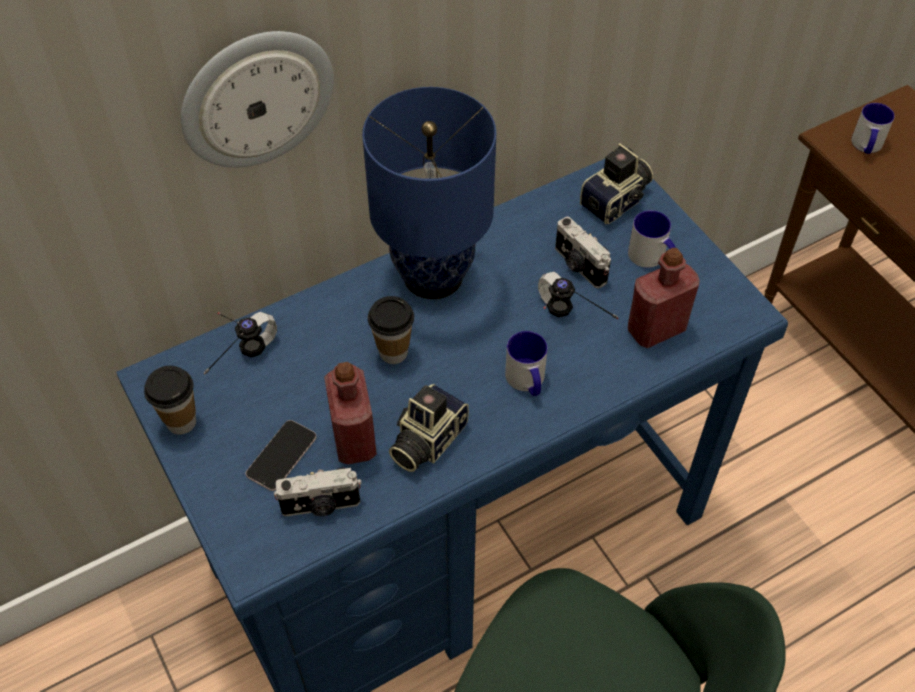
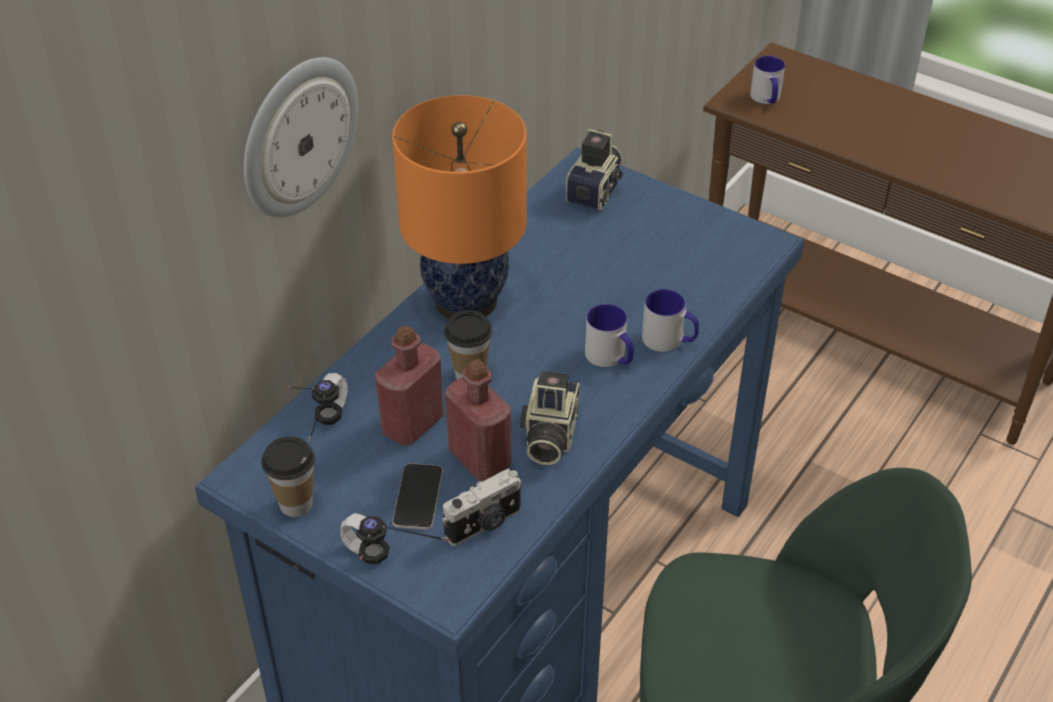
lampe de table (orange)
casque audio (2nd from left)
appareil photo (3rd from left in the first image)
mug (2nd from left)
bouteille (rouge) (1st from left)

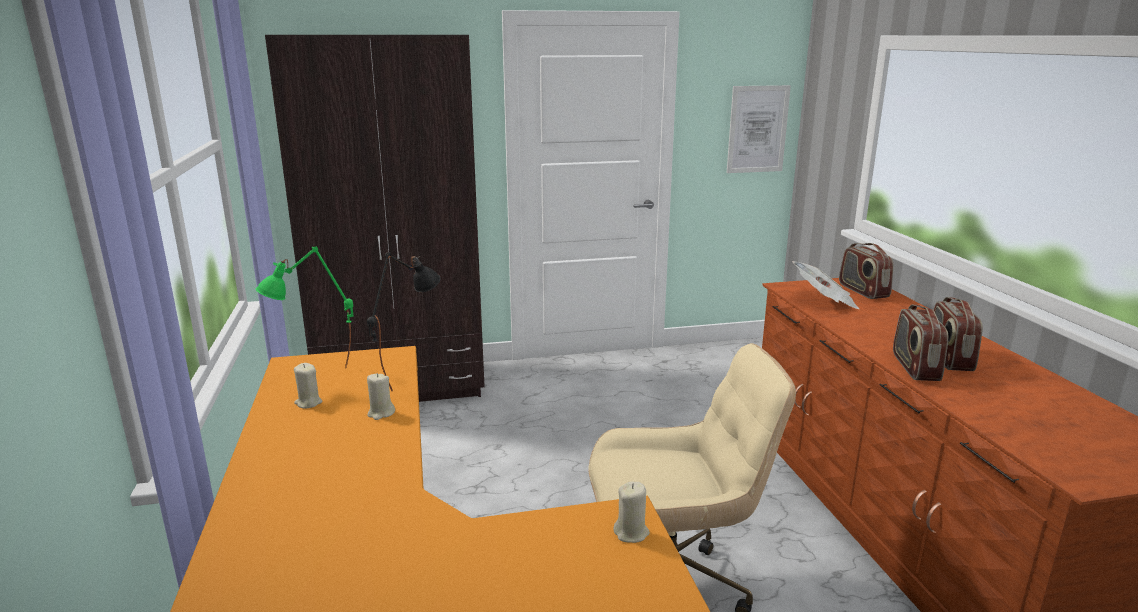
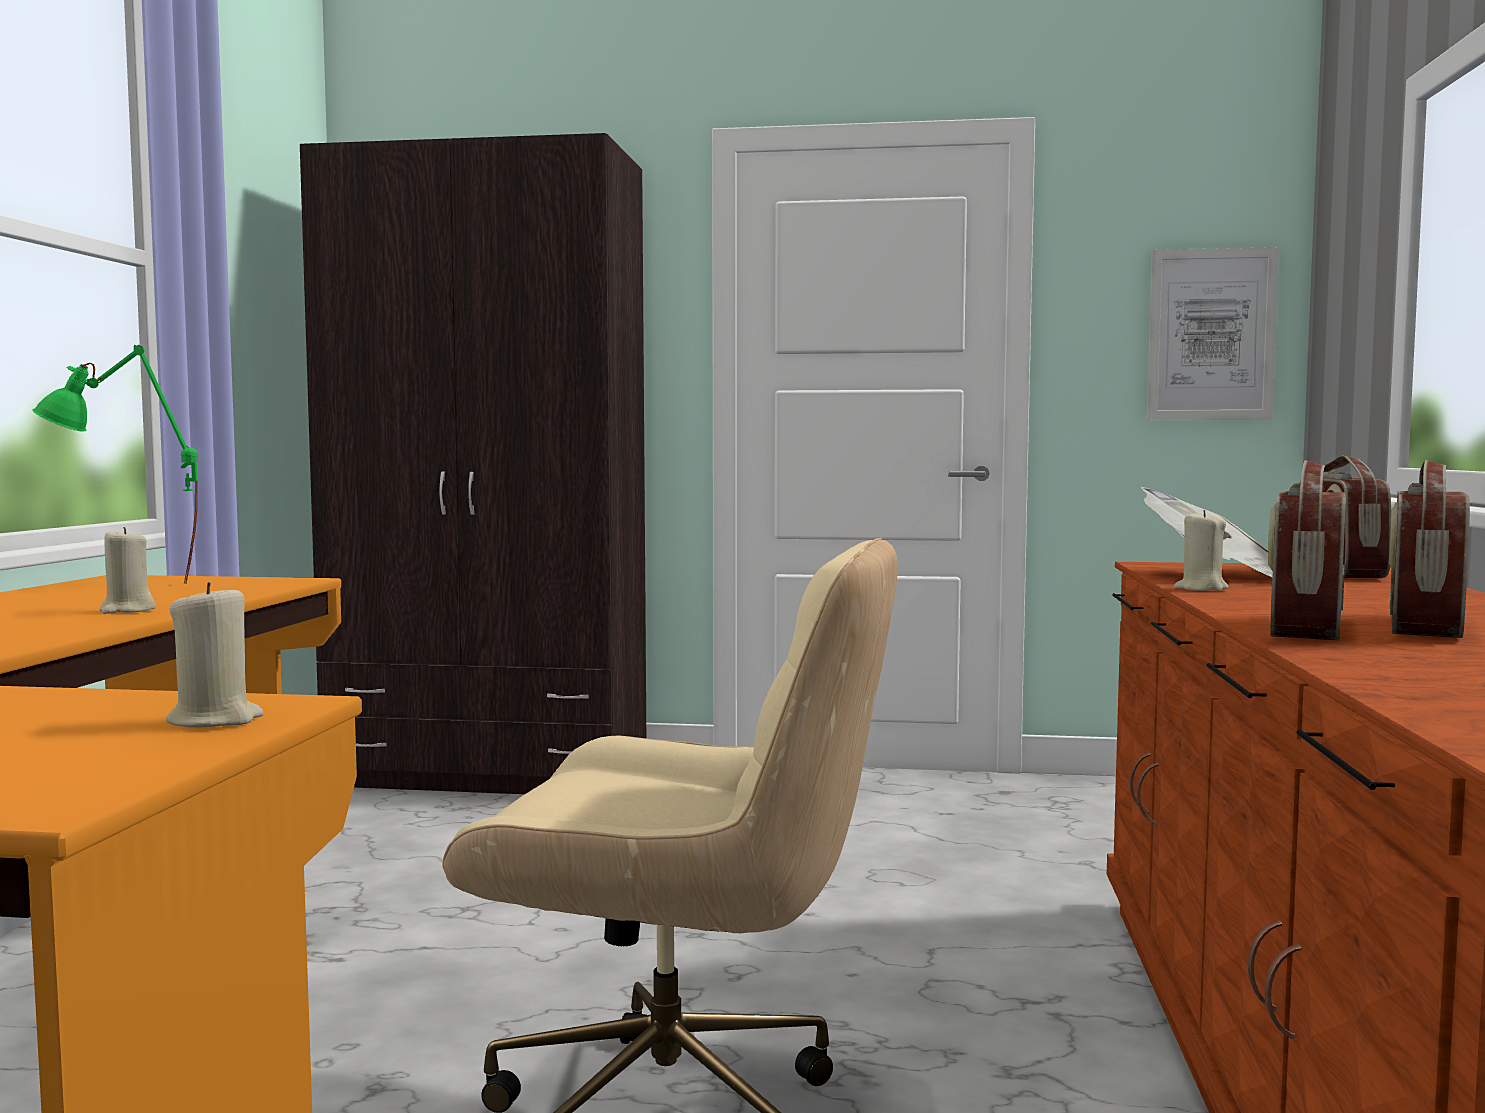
bougie (beige) (3rd from left)
lampe de table (noir)

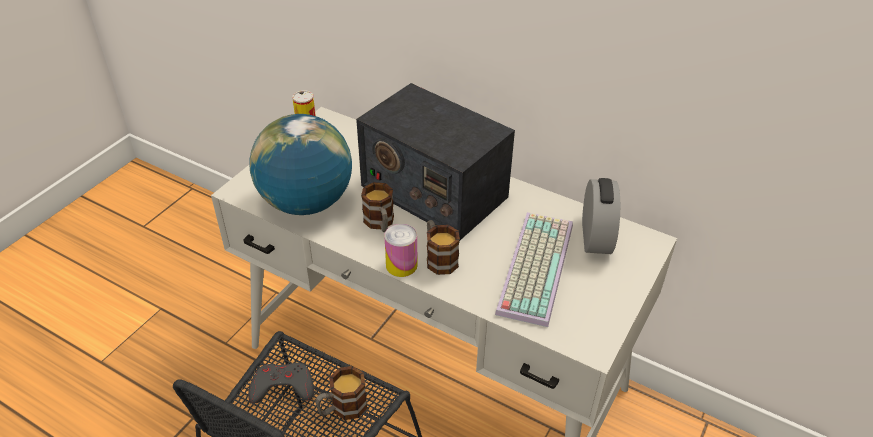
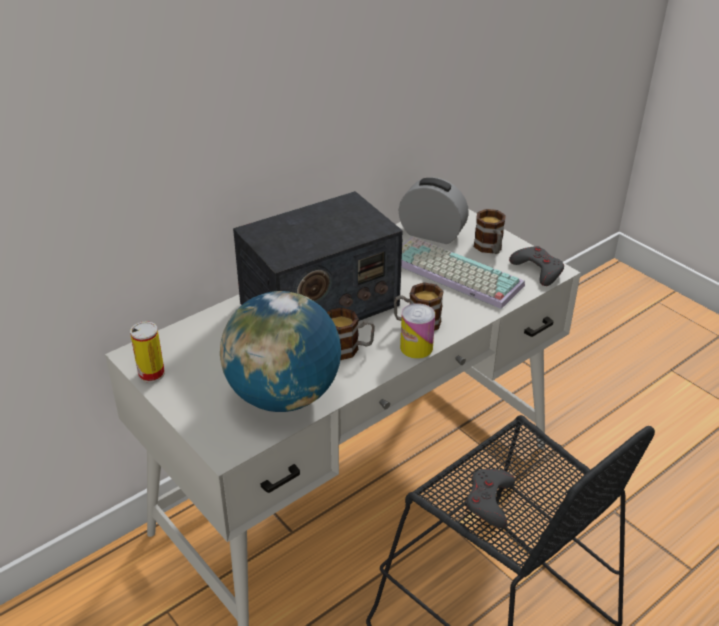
mug (3rd from left)
manette (gris) (2nd from left)

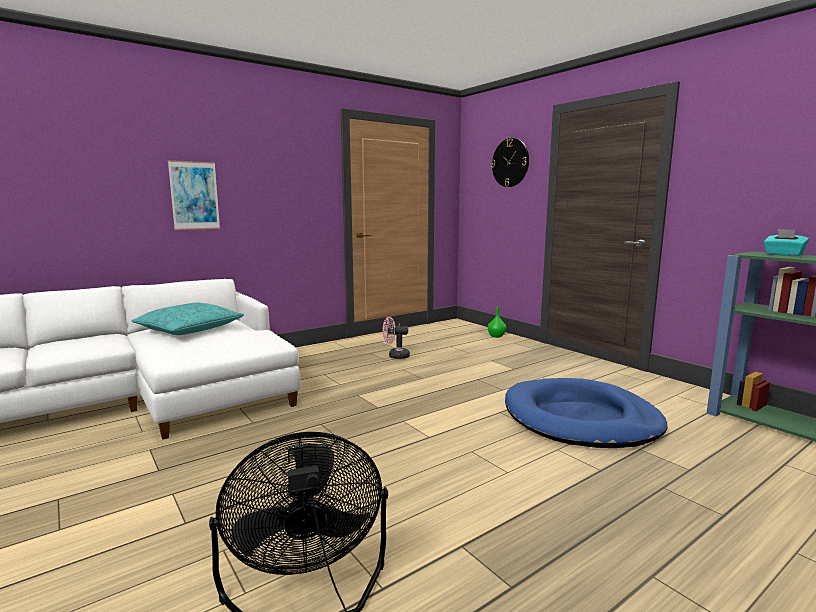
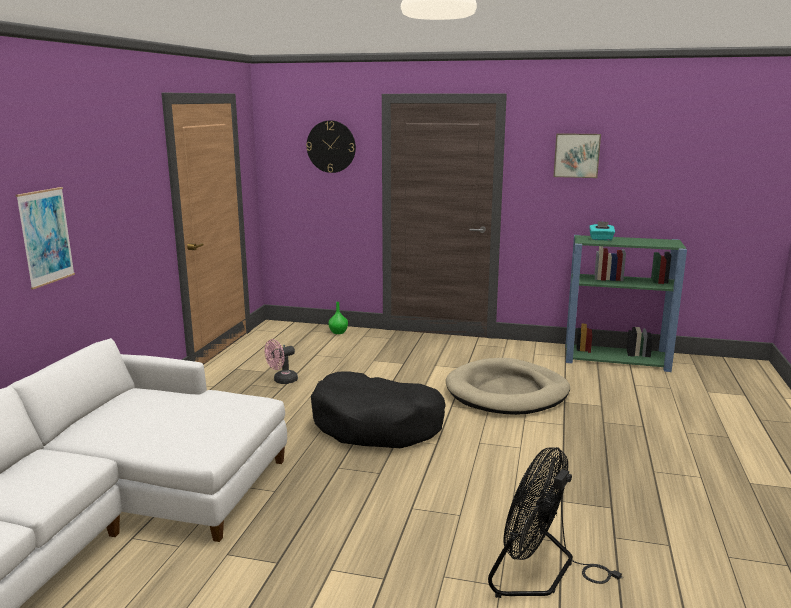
coussin (turquoise)
panier pour chien (beige)
panier pour chien (noir)
tableau (2nd from left)

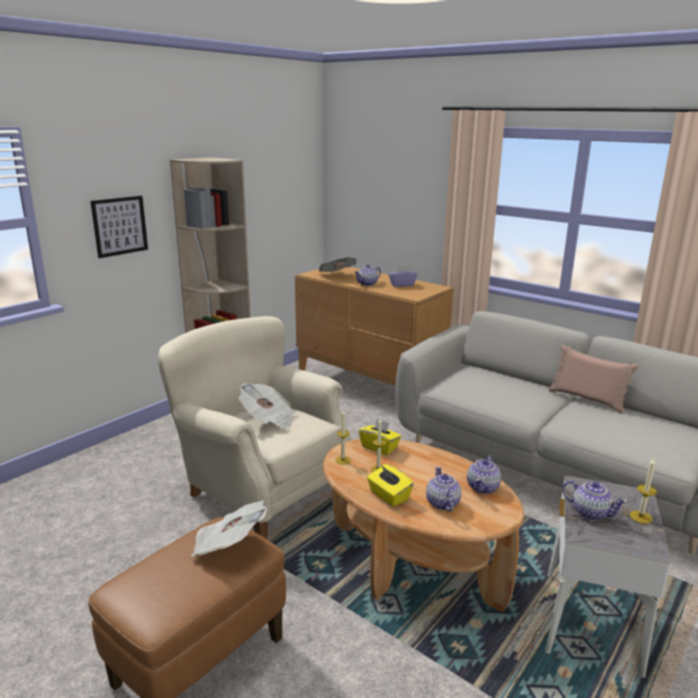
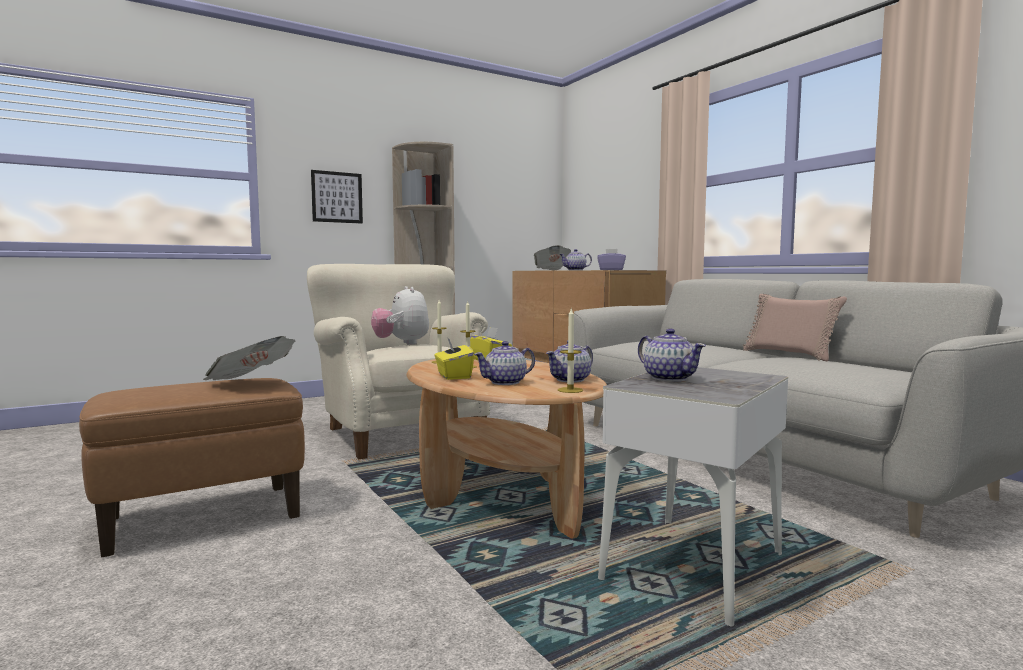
peluche
théière (1st from left)
bougie (3rd from left)

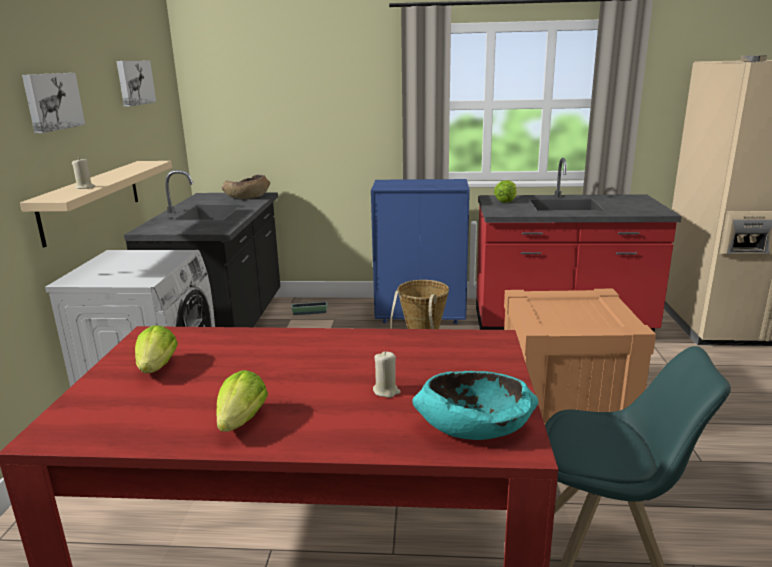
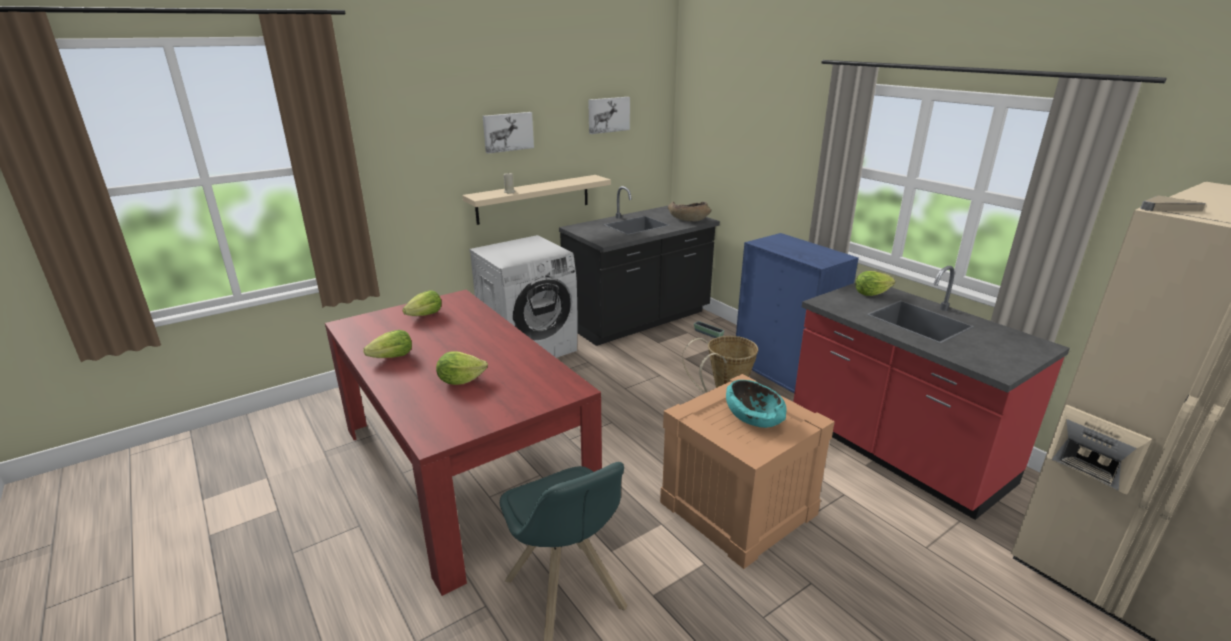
laitue (3rd from left)
bol (turquoise)

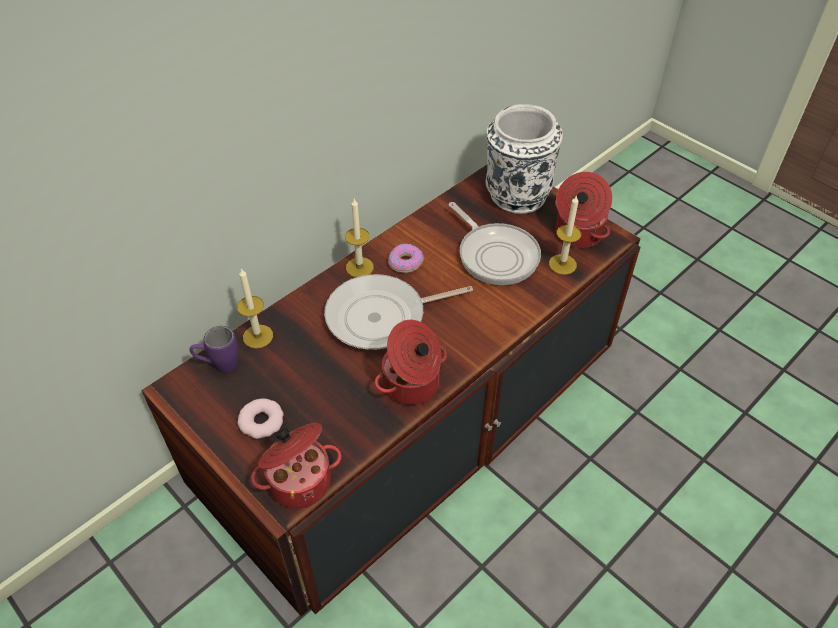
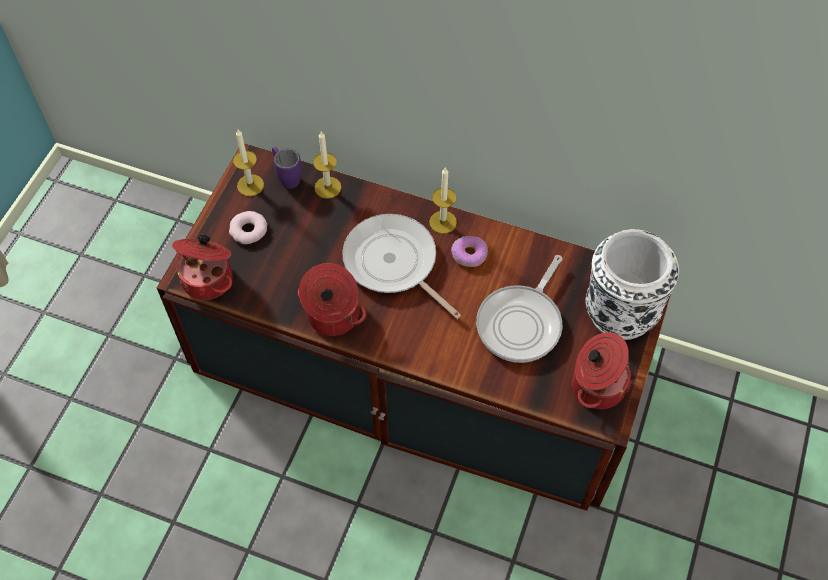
bougie (1st from left)

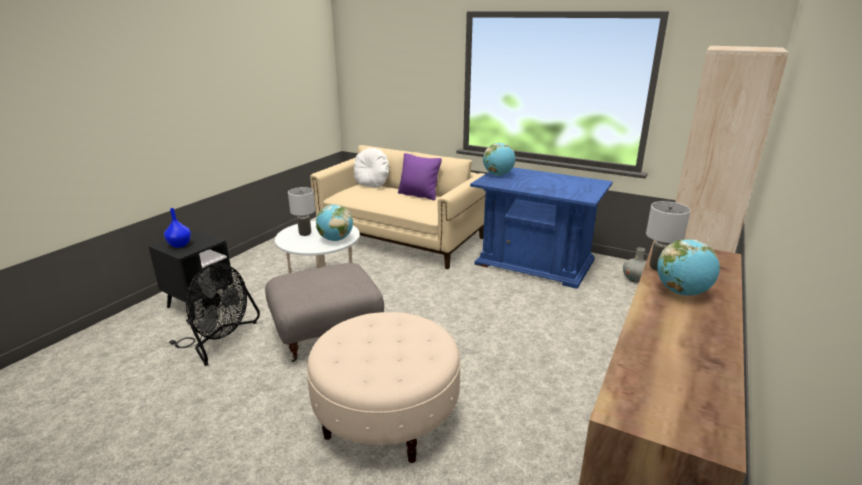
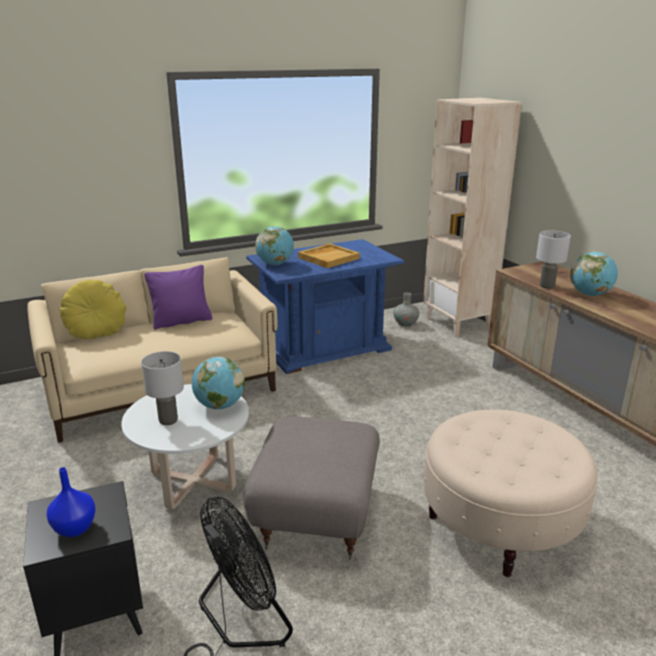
coussin (jaune)
plateau (beige)

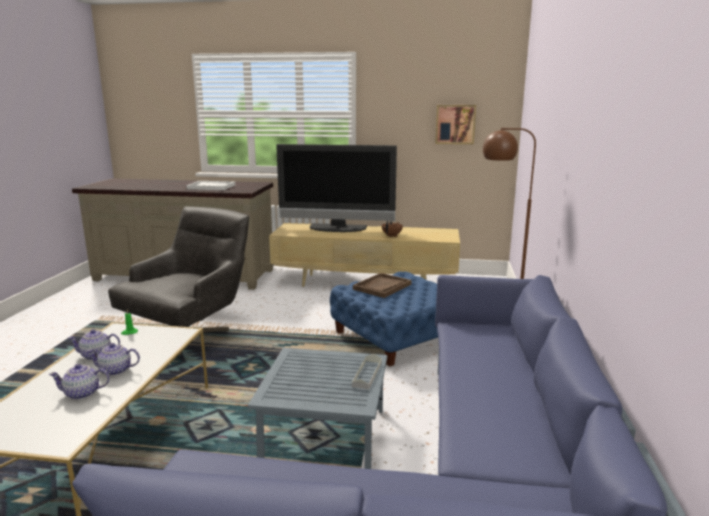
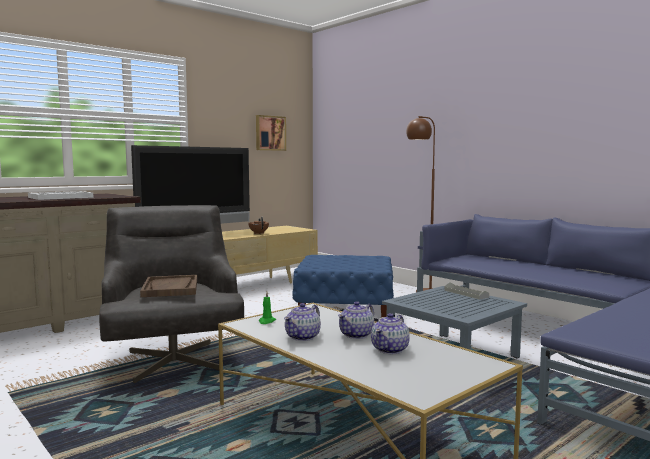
plateau (marron)

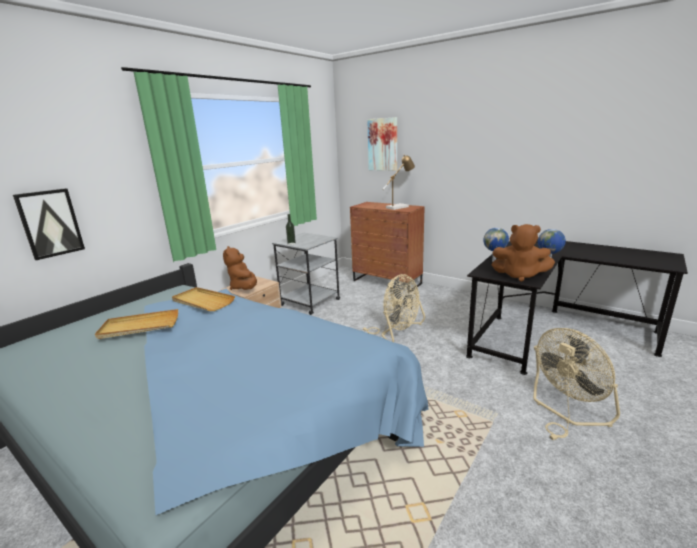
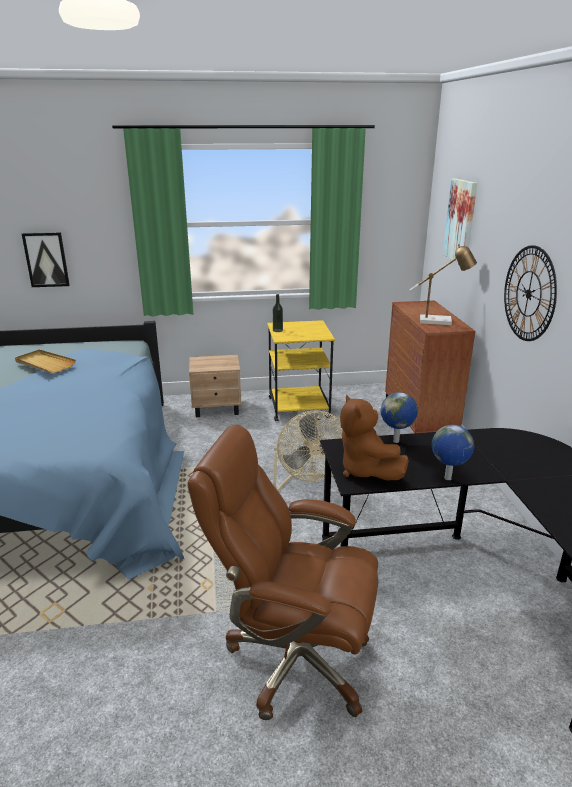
plateau (beige) (2nd from left in the first image)
peluche (marron) (1st from left in the first image)
chariot (jaune)
chaise de bureau (marron)
horloge murale

